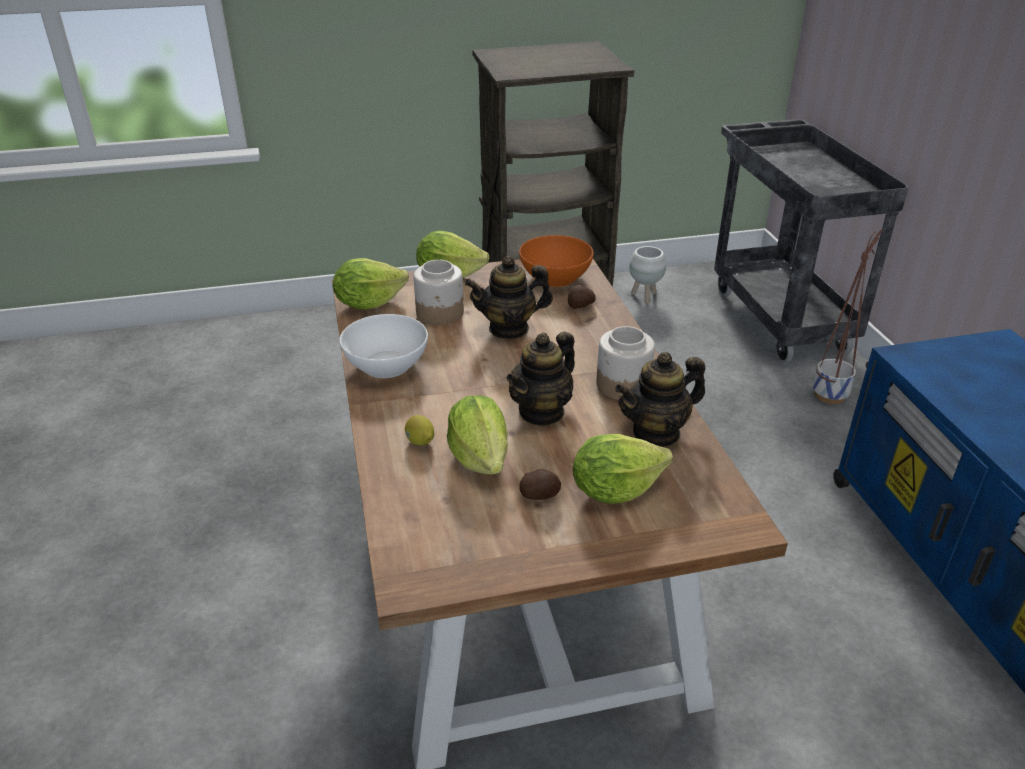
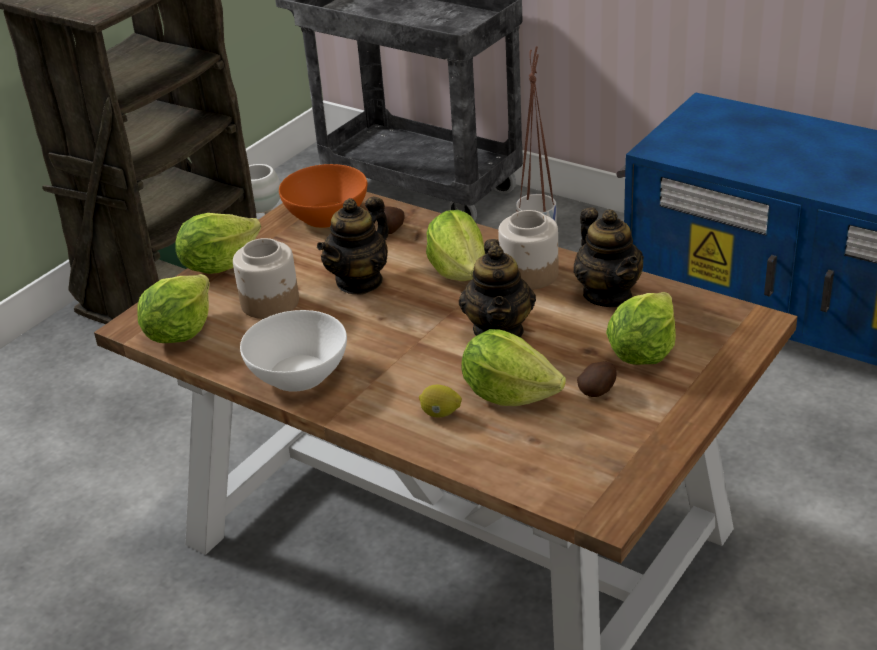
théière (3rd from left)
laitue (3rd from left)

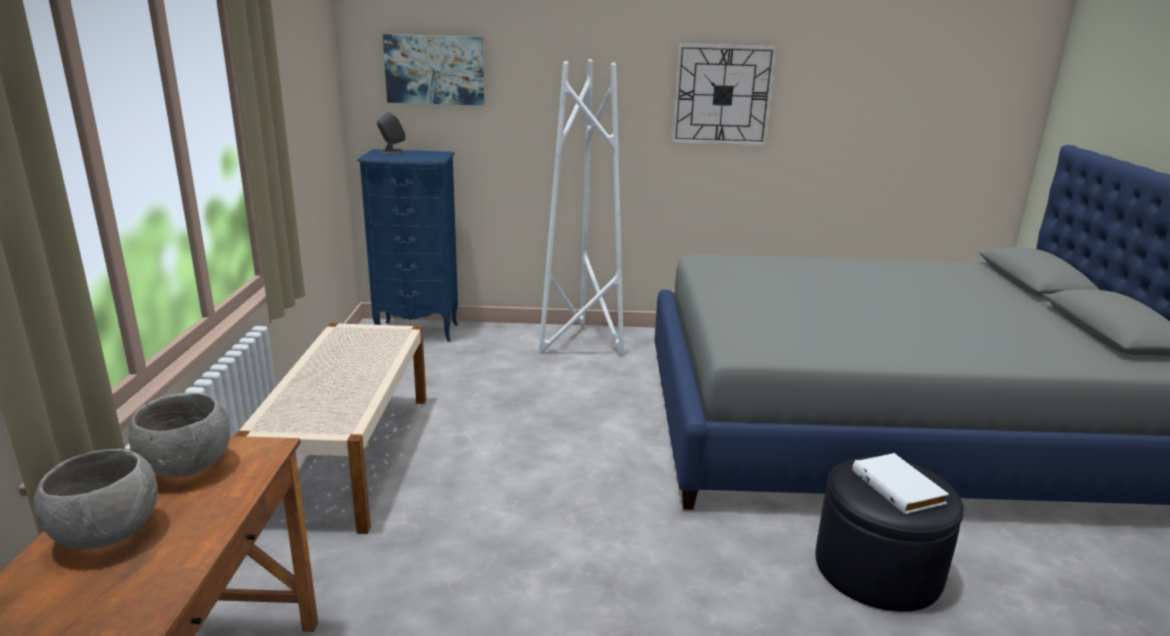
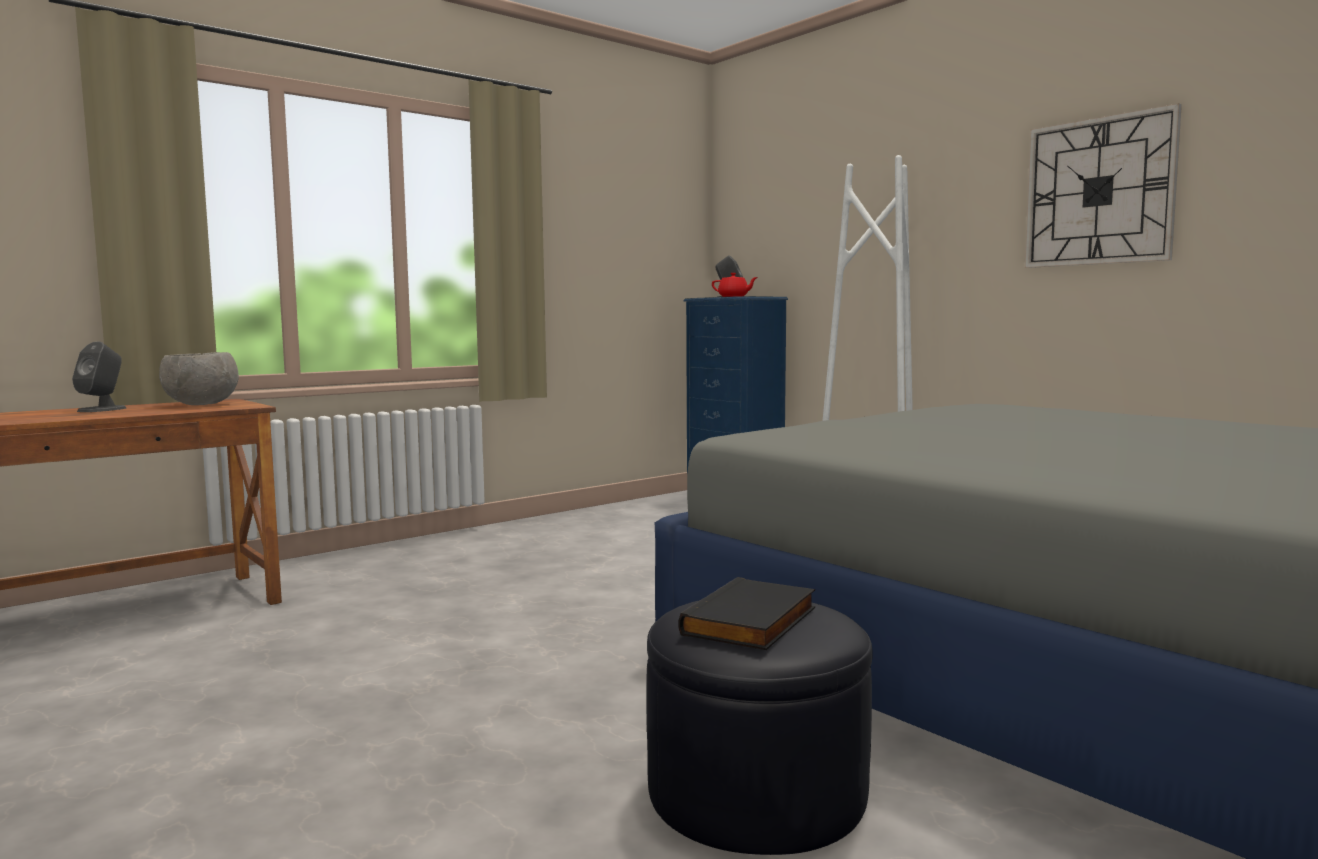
enceinte (gris) (1st from left)
banc (beige)
tableau
livre (noir)
théière (rouge)

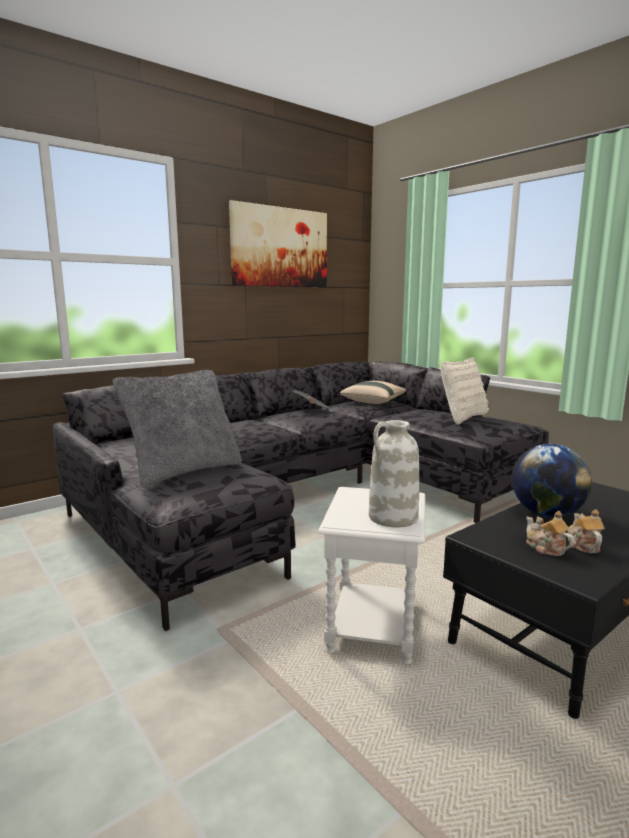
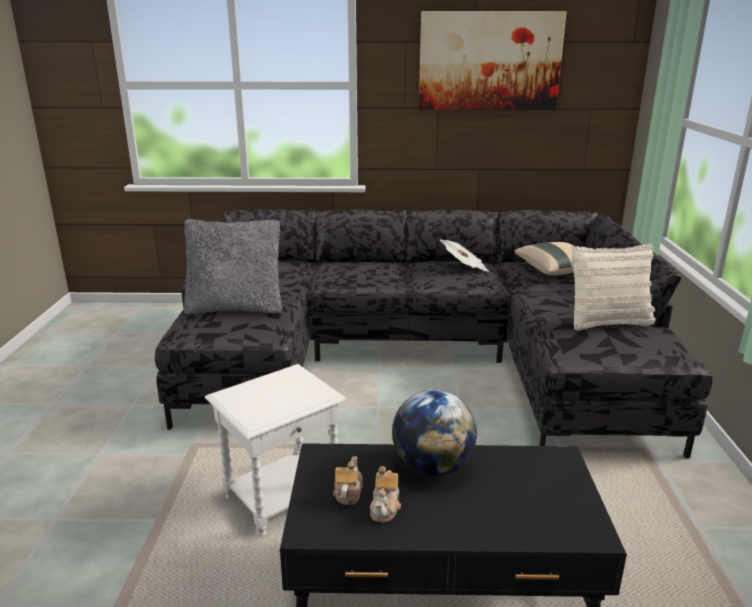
vase (blanc)
théière (2nd from left)

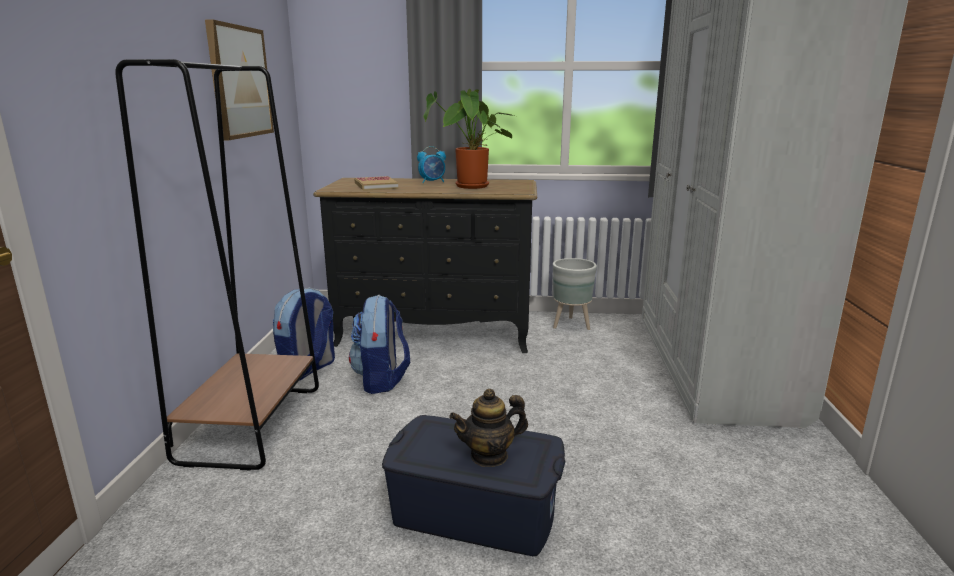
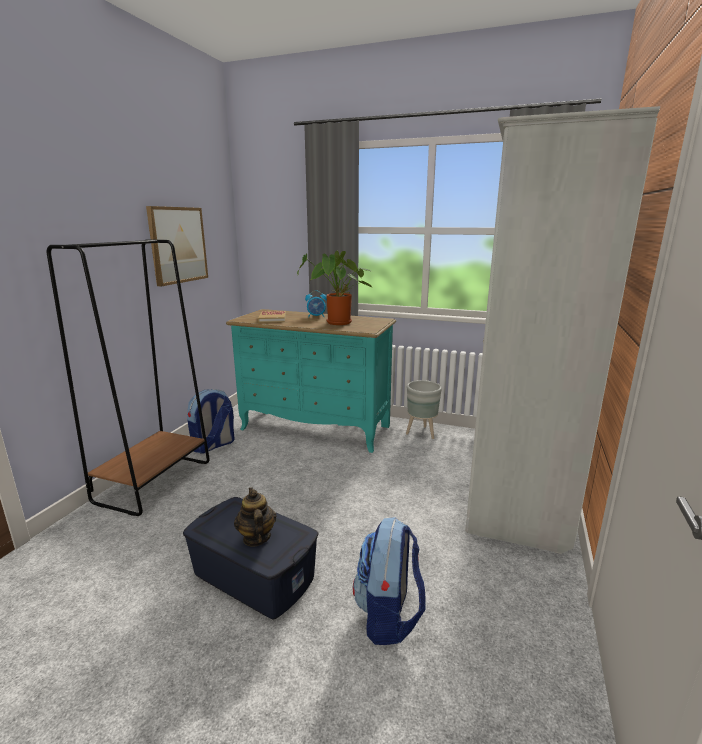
commode (turquoise)
sac à dos (2nd from left)
théière

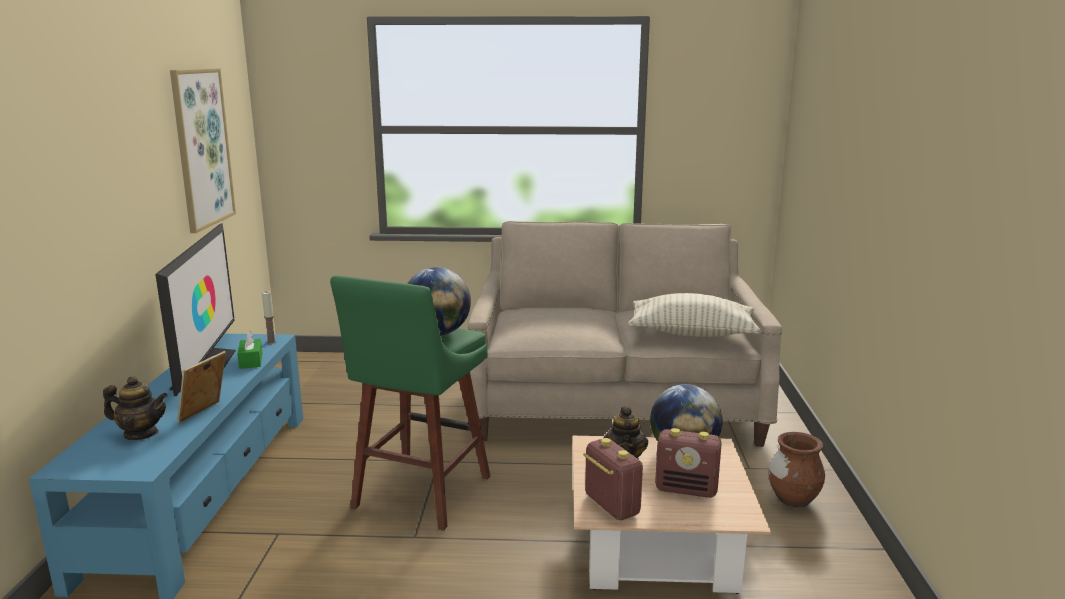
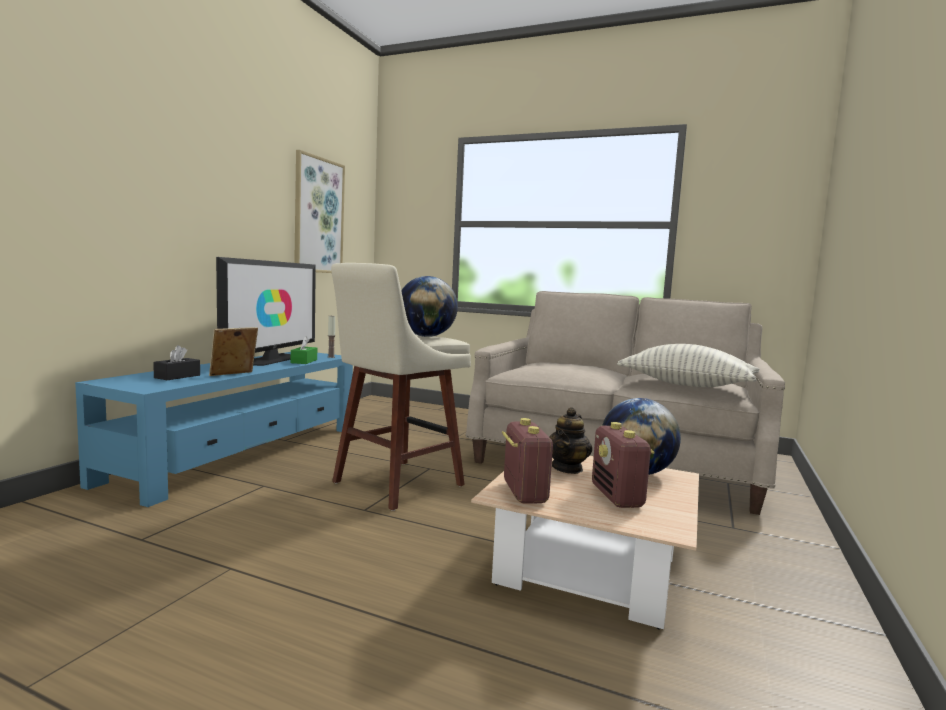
boîte à mouchoirs (noir)
tabouret (beige)
radio (2nd from left)
vase (marron)

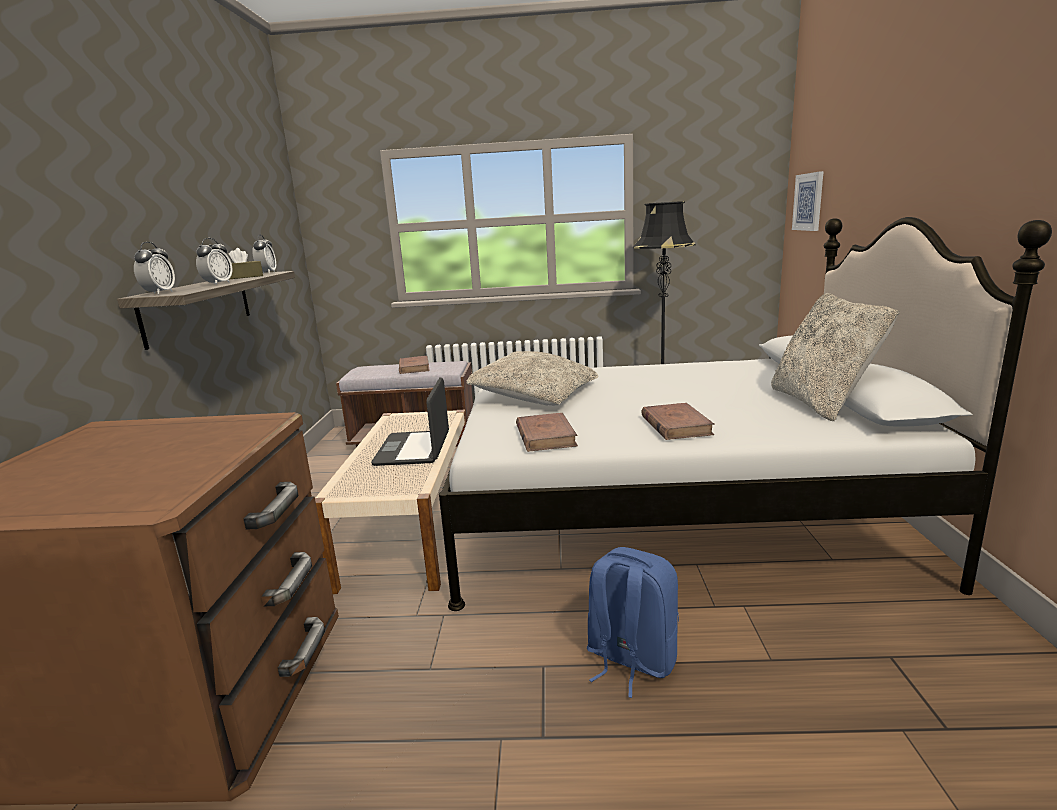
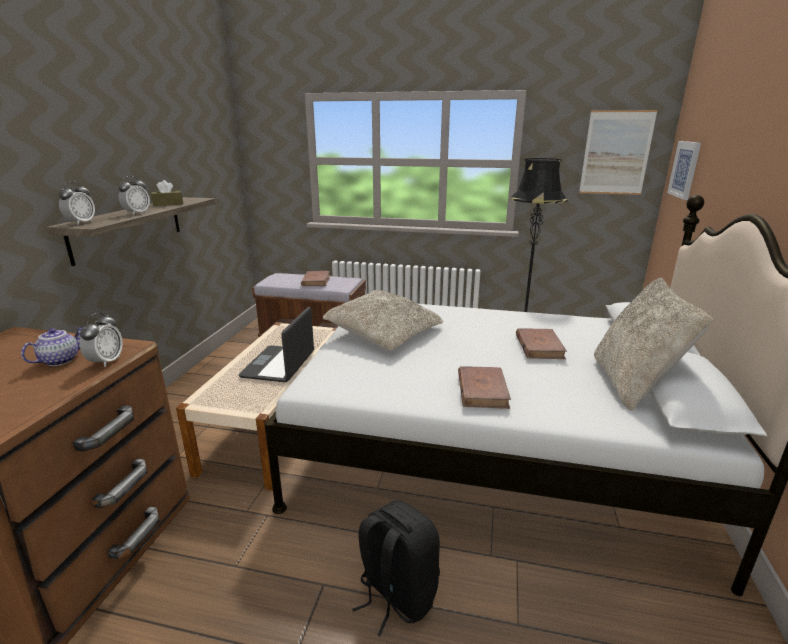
réveil (2nd from left)
livre (marron) (3rd from left)
sac à dos (noir)
théière
tableau (1st from left)

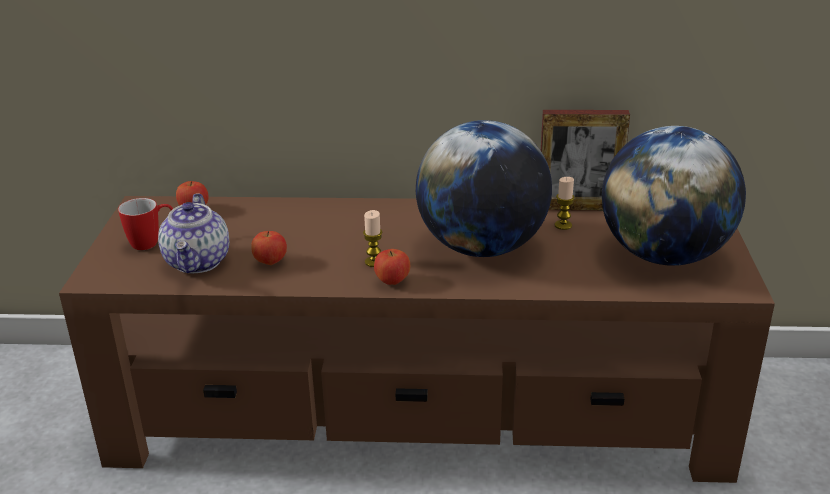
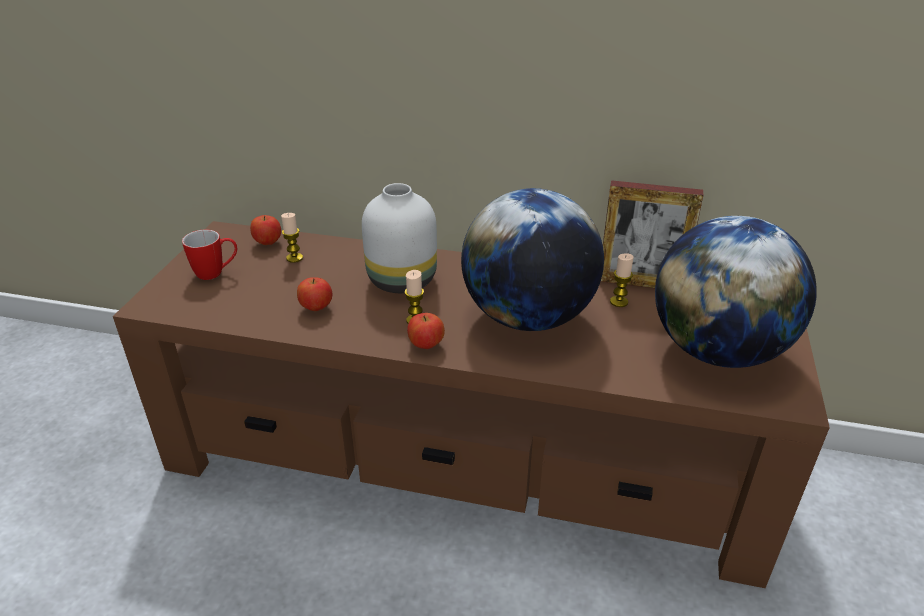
théière
bougie (1st from left)
vase (blanc)

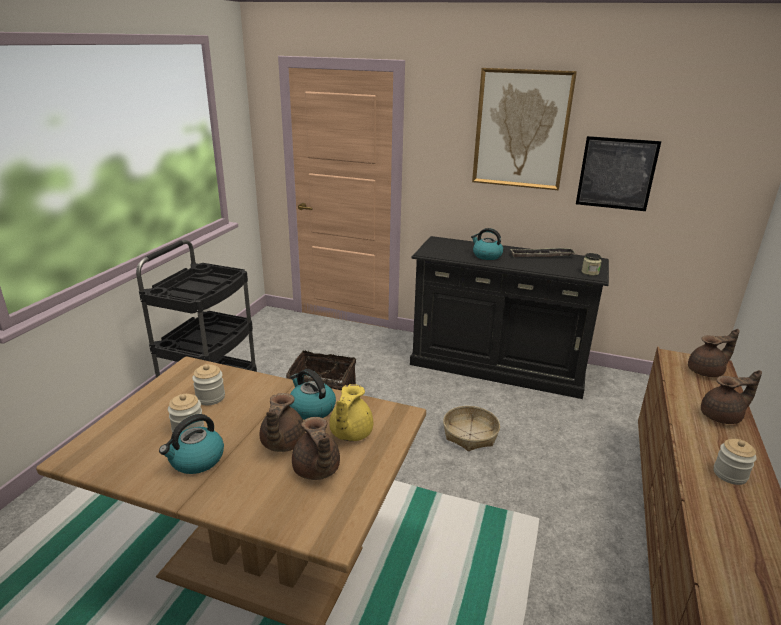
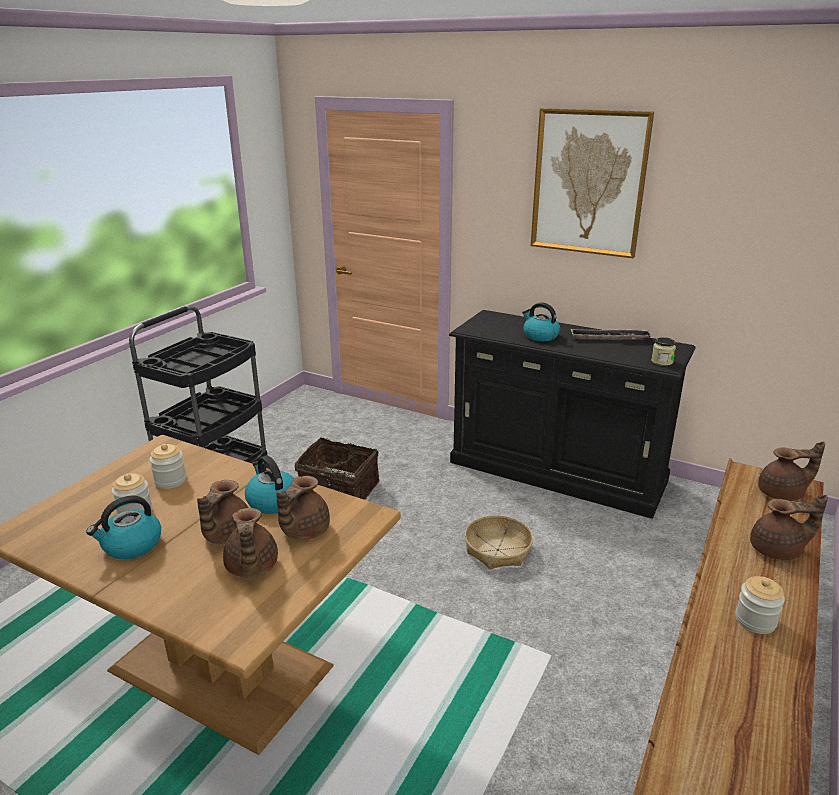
théière (marron) (3rd from left)
tableau (2nd from left in the first image)

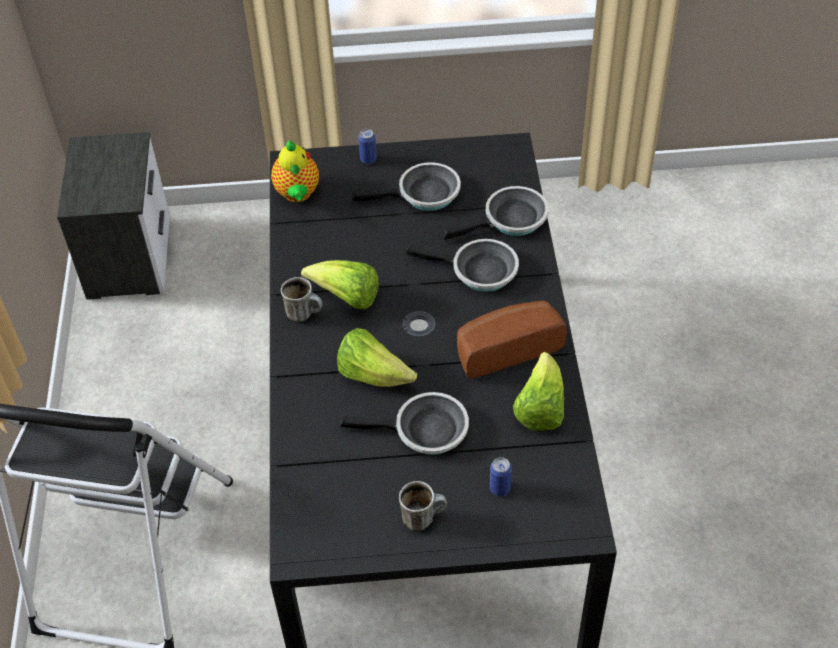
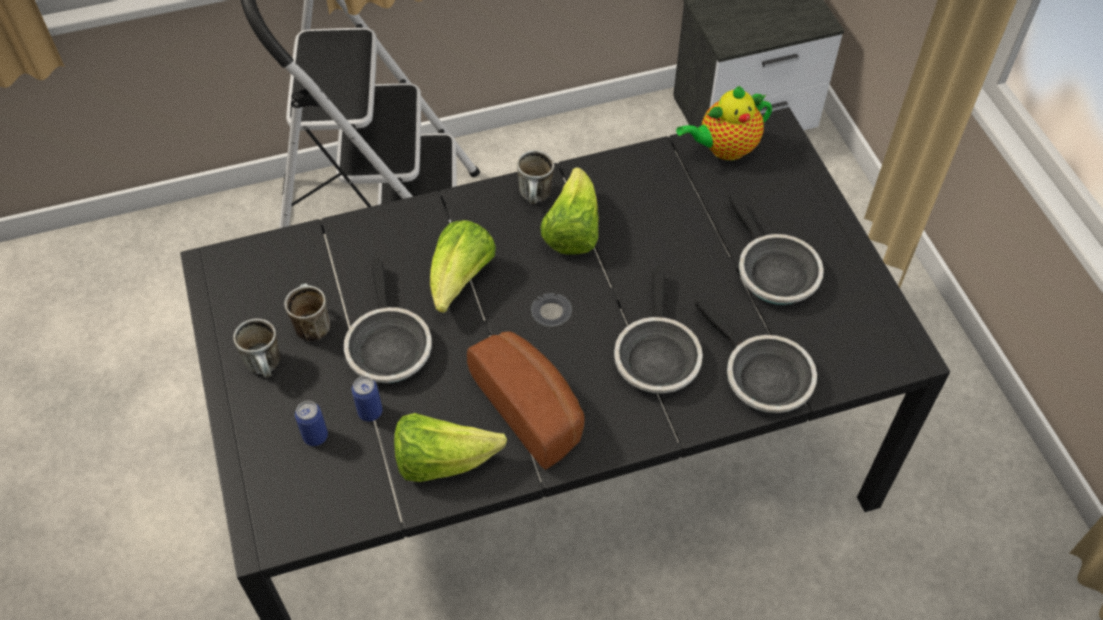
boîte métallique (2nd from left)
mug (2nd from left)

